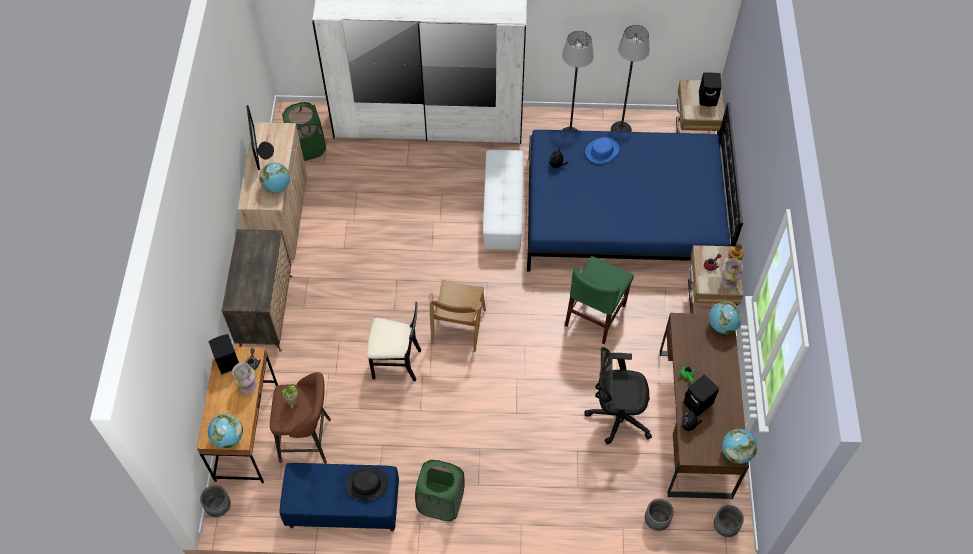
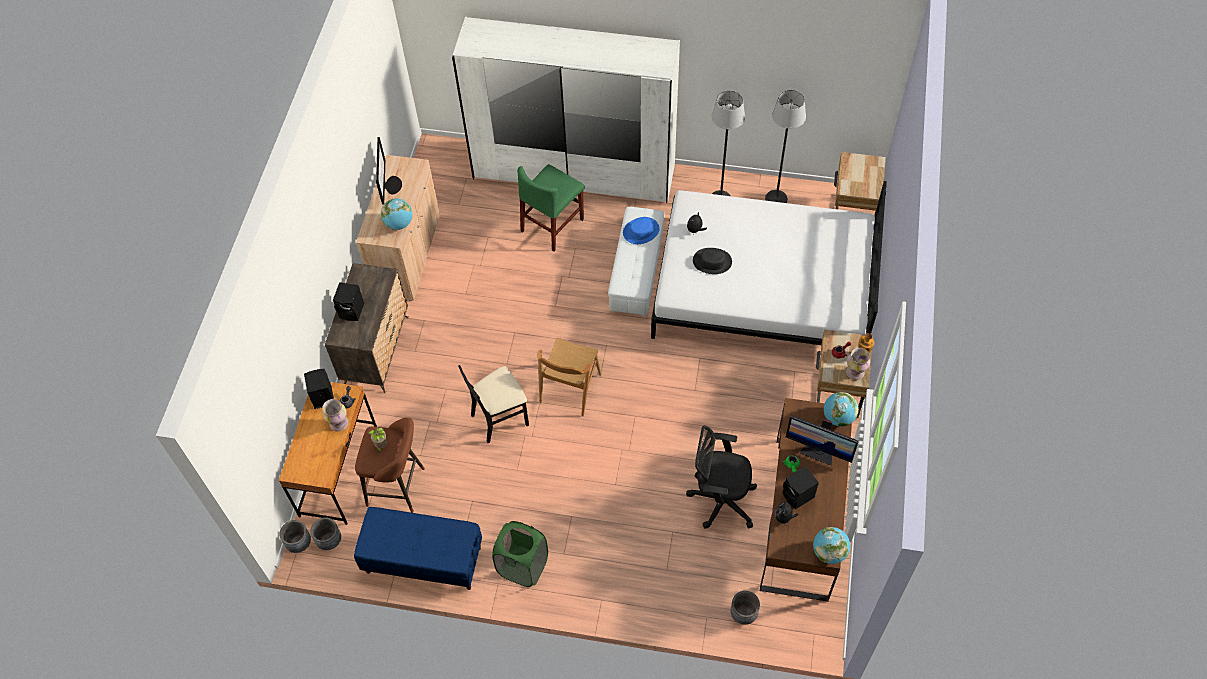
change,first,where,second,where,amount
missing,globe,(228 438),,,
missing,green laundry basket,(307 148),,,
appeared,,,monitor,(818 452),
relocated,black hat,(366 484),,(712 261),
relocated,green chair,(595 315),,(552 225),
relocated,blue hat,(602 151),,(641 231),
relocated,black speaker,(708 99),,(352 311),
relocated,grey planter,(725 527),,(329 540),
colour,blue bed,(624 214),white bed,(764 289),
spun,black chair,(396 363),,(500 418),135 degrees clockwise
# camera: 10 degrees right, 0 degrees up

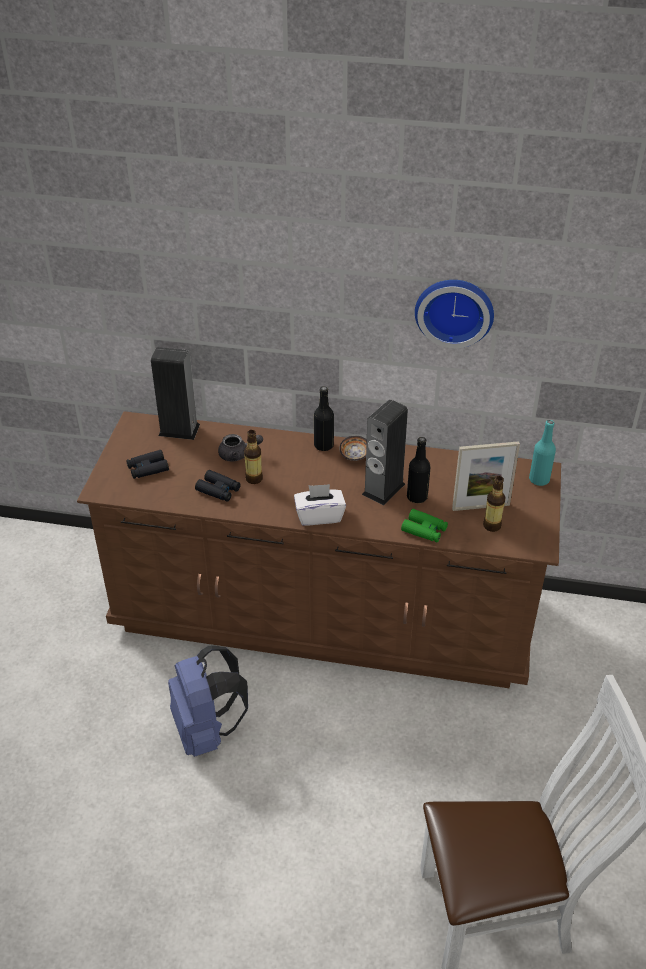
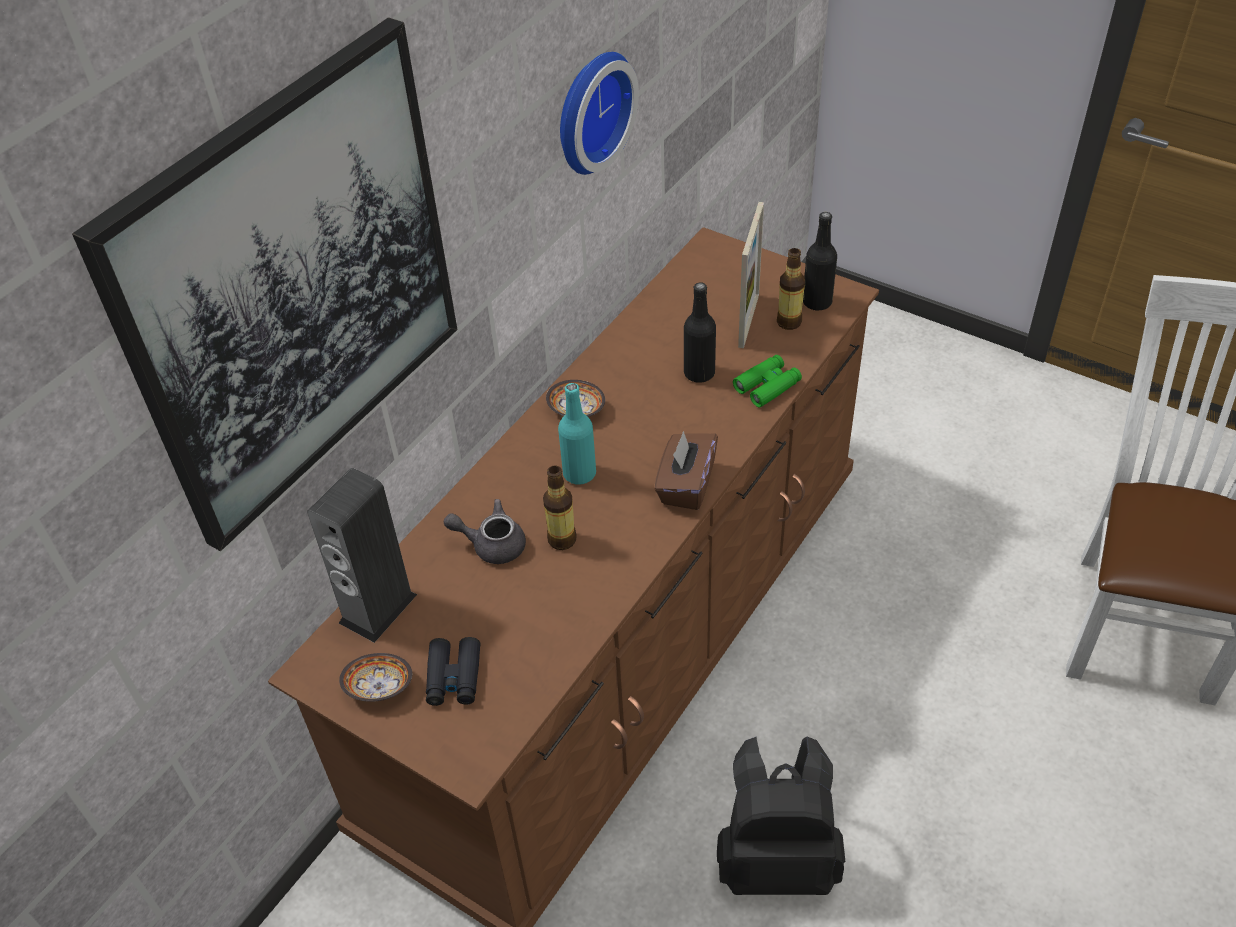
change,first,where,second,where,amount
missing,black binoculars,(218 490),,,
missing,speaker,(383 489),,,
appeared,,,picture,(295 287),
appeared,,,bowl,(379 687),
relocated,black bottle,(323 445),,(817 302),
relocated,turquoise bottle,(539 480),,(579 473),
colour,blue backpack,(207 730),black backpack,(777 859),
colour,white tissue box,(319 516),brown tissue box,(686 485),
spun,grey teapot,(238 454),,(492 544),105 degrees counterclockwise
# camera: 65 degrees left, 5 degrees up

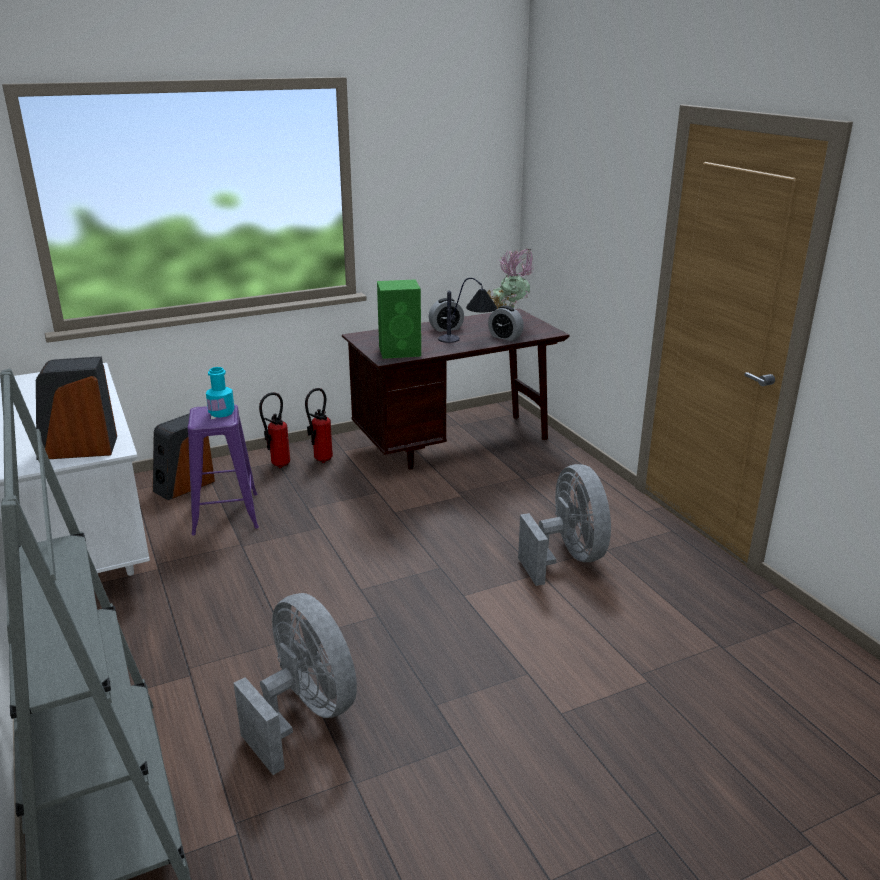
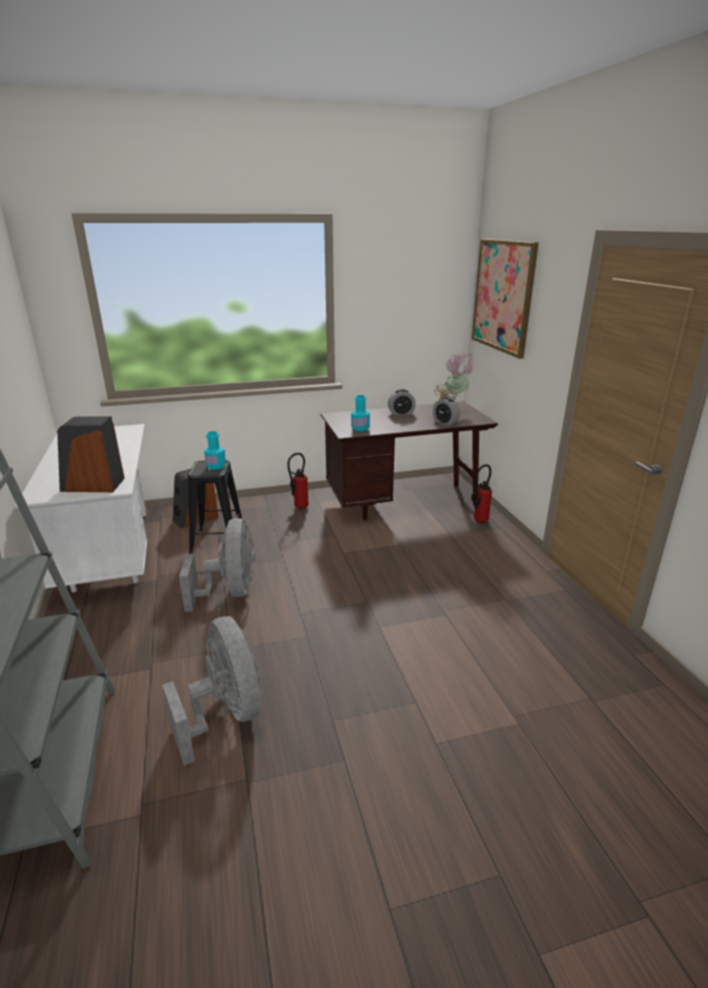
change,first,where,second,where,amount
missing,table lamp,(468 342),,,
appeared,,,picture,(503 296),
relocated,fire extinguisher,(277 465),,(478 521),
relocated,grey fan,(567 558),,(231 592),
exchanged,green speaker,(401 351),turquoise bottle,(360 428),
colour,purple stool,(225 513),black stool,(218 542),
# camera: 10 degrees right, 0 degrees up

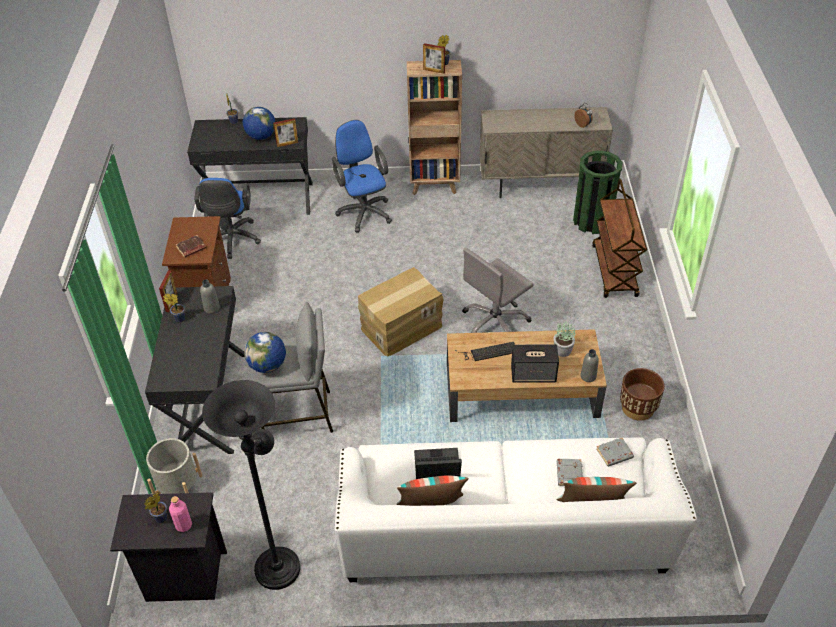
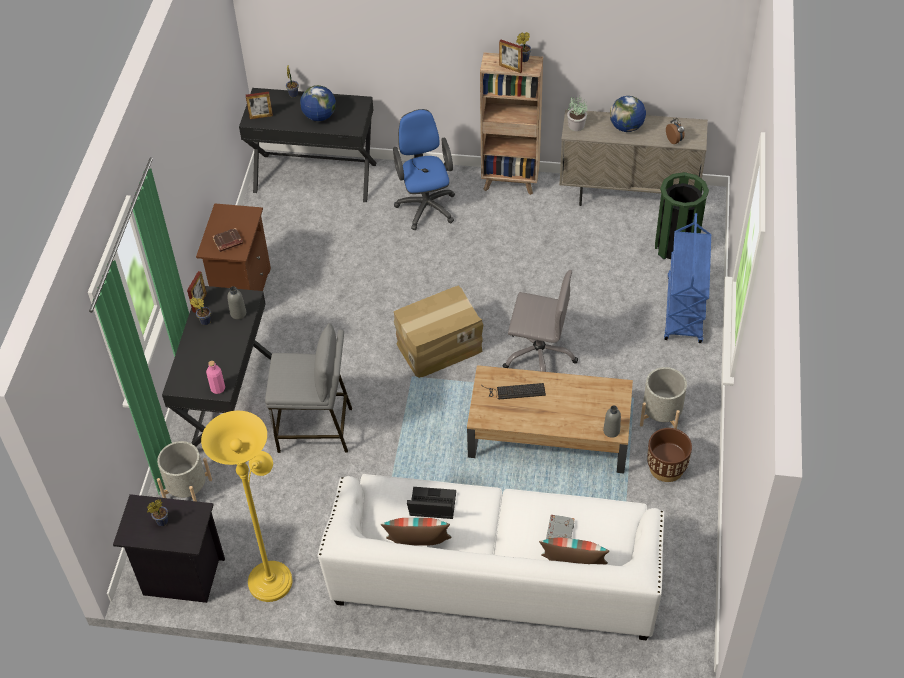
change,first,where,second,where,amount
missing,blue office chair,(232 241),,,
missing,speaker,(533 374),,,
missing,grey book,(614 454),,,
appeared,,,grey planter,(661 416),
relocated,pink bottle,(184 525),,(218 388),
relocated,globe,(267 366),,(626 127),
relocated,picture frame,(287 144),,(261 116),
relocated,potted plant,(562 350),,(576 125),
colour,black floor lamp,(277 563),yellow floor lamp,(271 576),
colour,brown cart,(614 271),blue cart,(684 310),
spun,grey office chair,(495 324),,(539 355),135 degrees counterclockwise
# camera: 10 degrees right, 5 degrees up

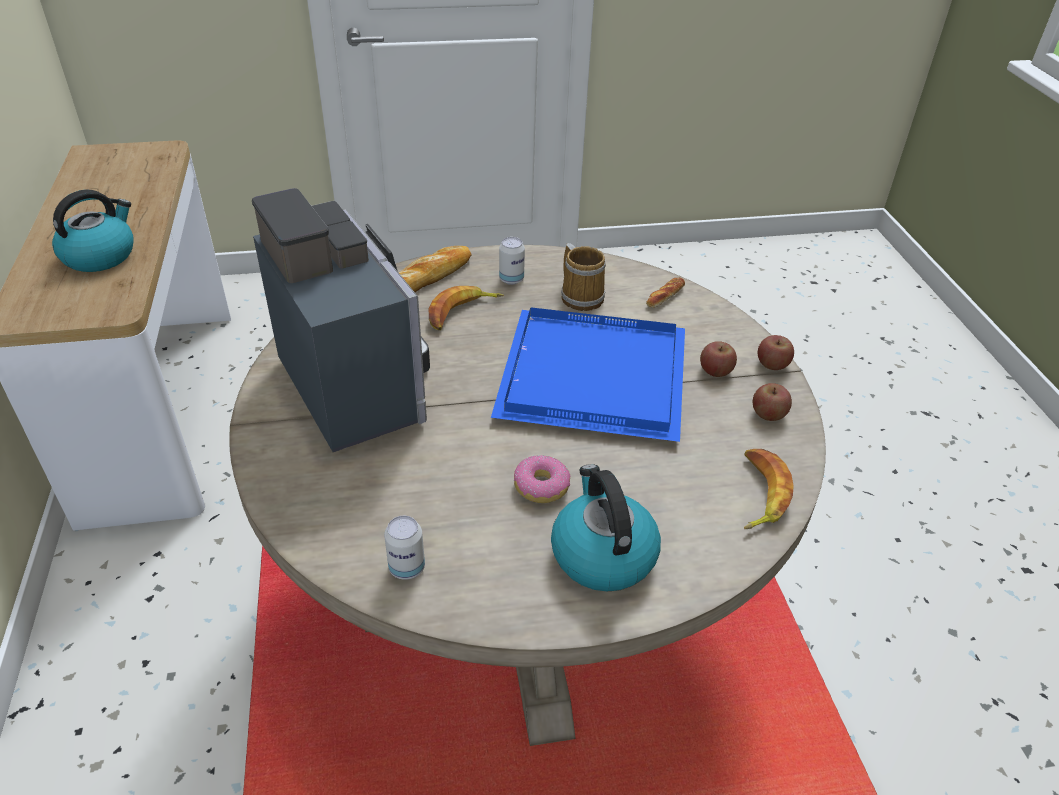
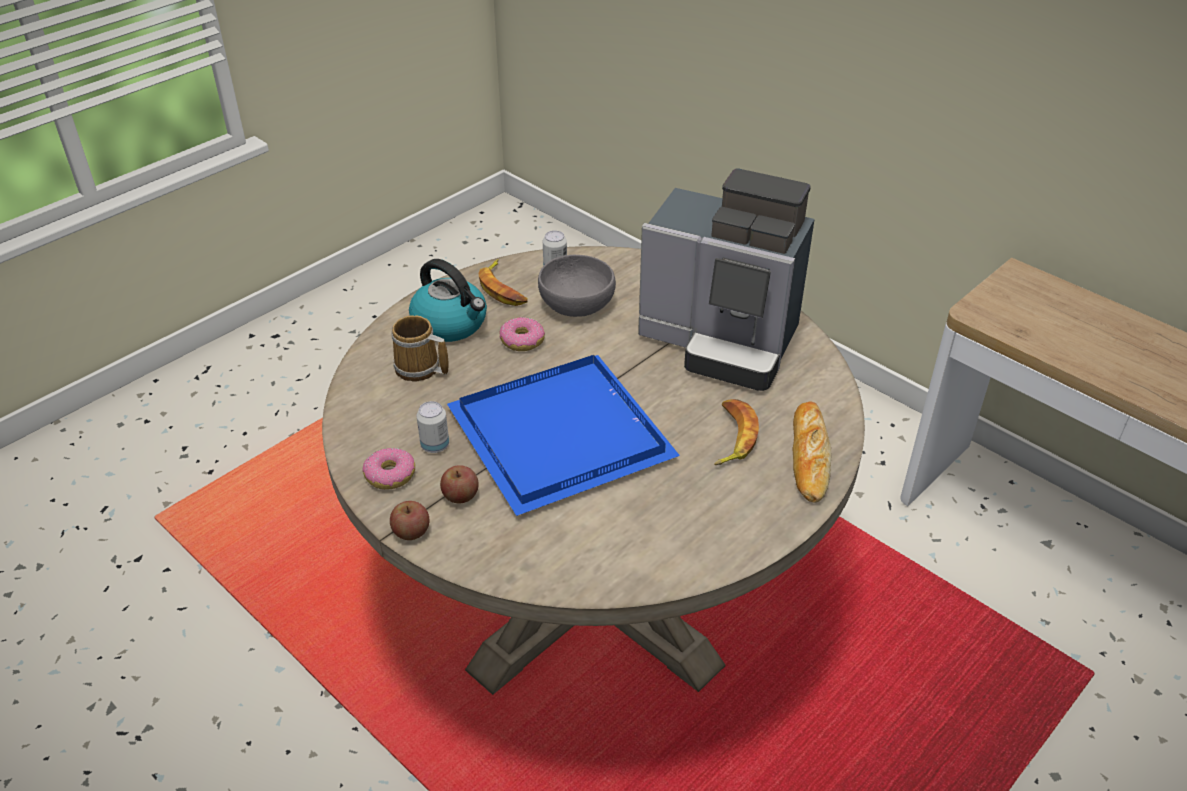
change,first,where,second,where,amount
missing,kettle,(100 255),,,
missing,bread,(665 296),,,
appeared,,,grey bowl,(576 305),
relocated,can,(511 279),,(435 446),
relocated,mug,(582 296),,(419 369),
relocated,banana,(759 493),,(503 289),
exchanged,apple,(768 414),donut,(390 475),
# camera: 145 degrees right, 0 degrees up

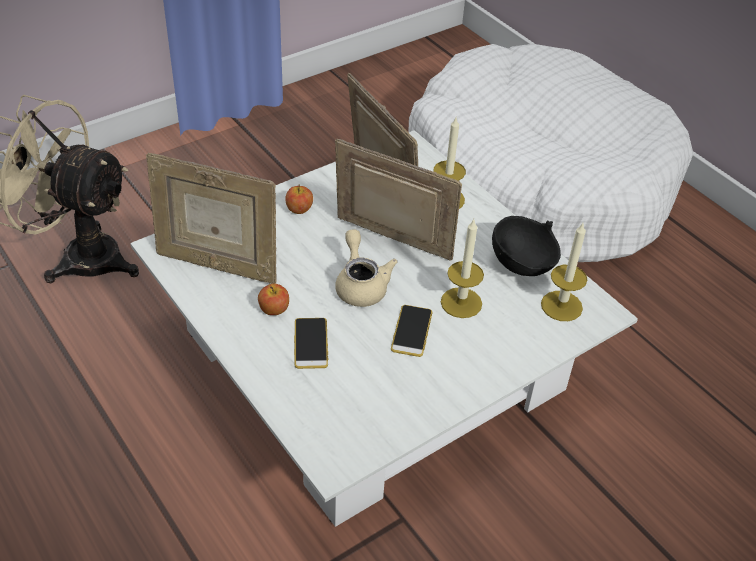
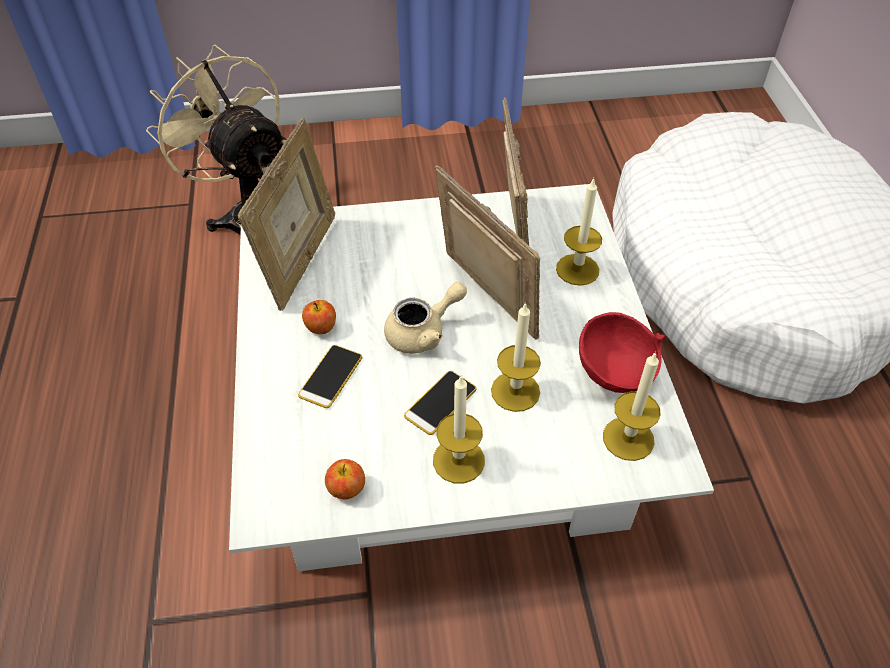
change,first,where,second,where,amount
appeared,,,candle,(458 460),
relocated,apple,(299 209),,(346 489),
colour,black bowl,(523 264),red bowl,(615 373),
spun,picture frame,(217 264),,(301 262),120 degrees counterclockwise
spun,beige teapot,(361 284),,(423 332),45 degrees clockwise
# camera: 30 degrees right, 5 degrees up

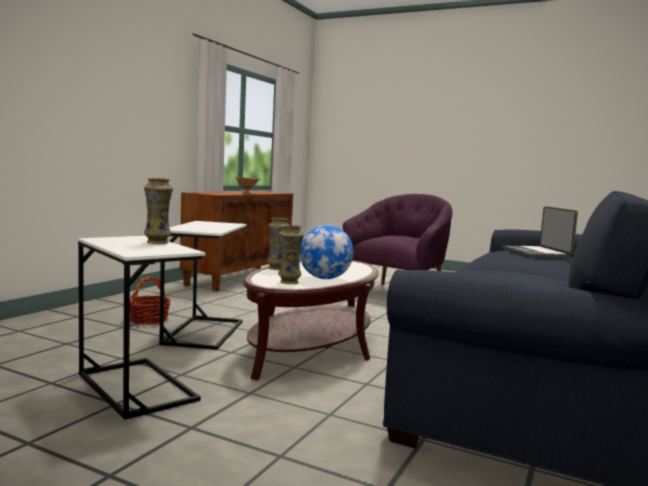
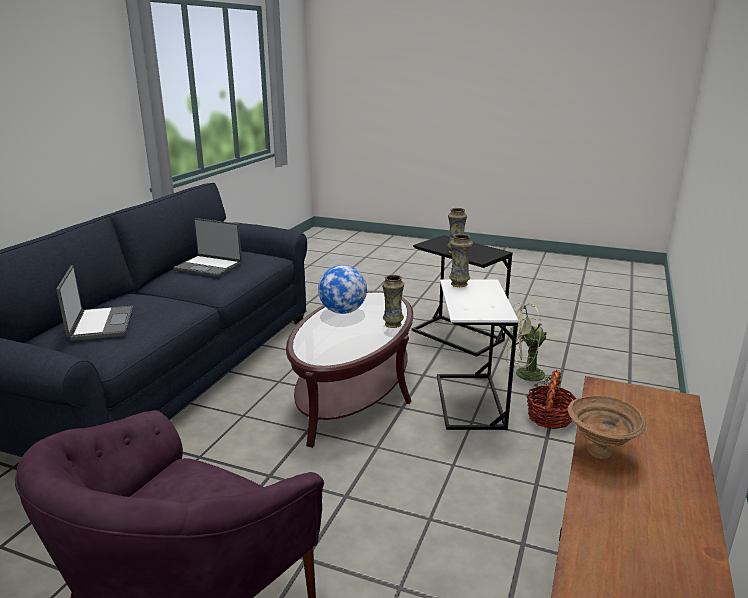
change,first,where,second,where,amount
appeared,,,laptop,(209 267),
appeared,,,green fan,(523 376),
relocated,vase,(289 282),,(459 284),
colour,white side table,(136 387),black side table,(457 335),
# camera: 175 degrees right, 15 degrees up

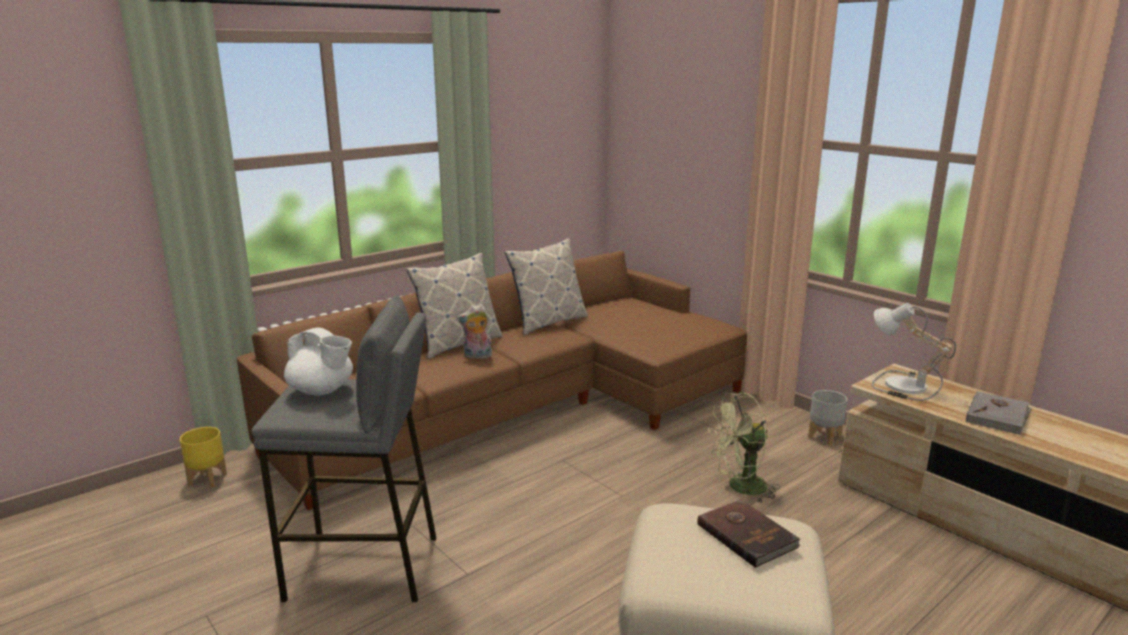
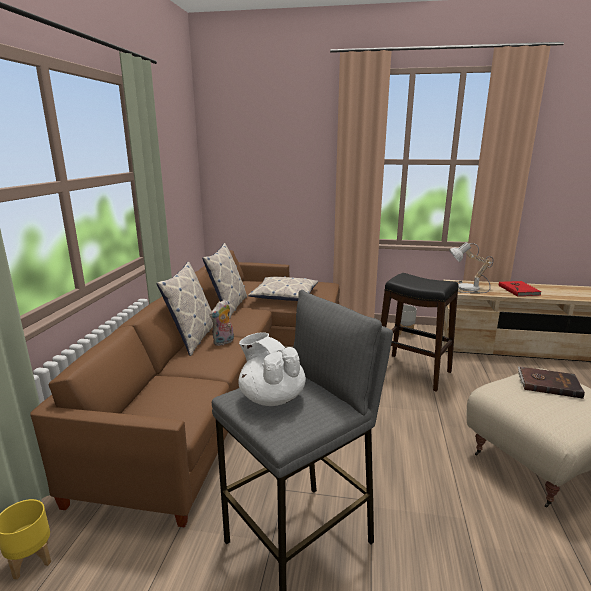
change,first,where,second,where,amount
appeared,,,pillow,(284 295),
exchanged,green fan,(740 488),black stool,(413 372),
colour,grey book,(998 416),red book,(519 290),
spun,white teapot,(322 391),,(271 397),120 degrees counterclockwise
# camera: 40 degrees left, 0 degrees up

